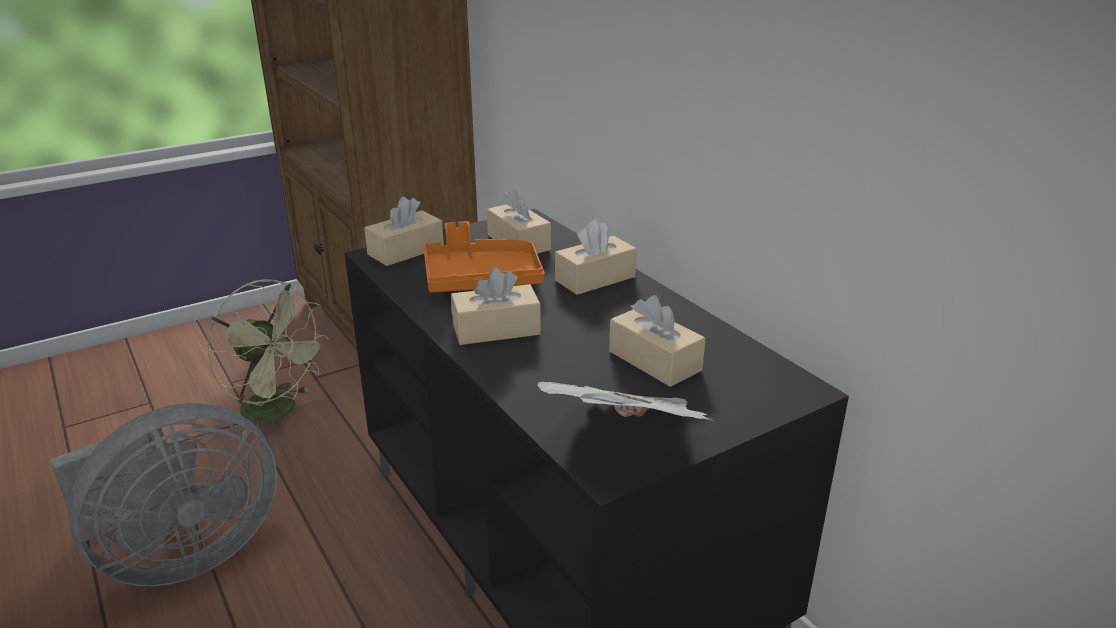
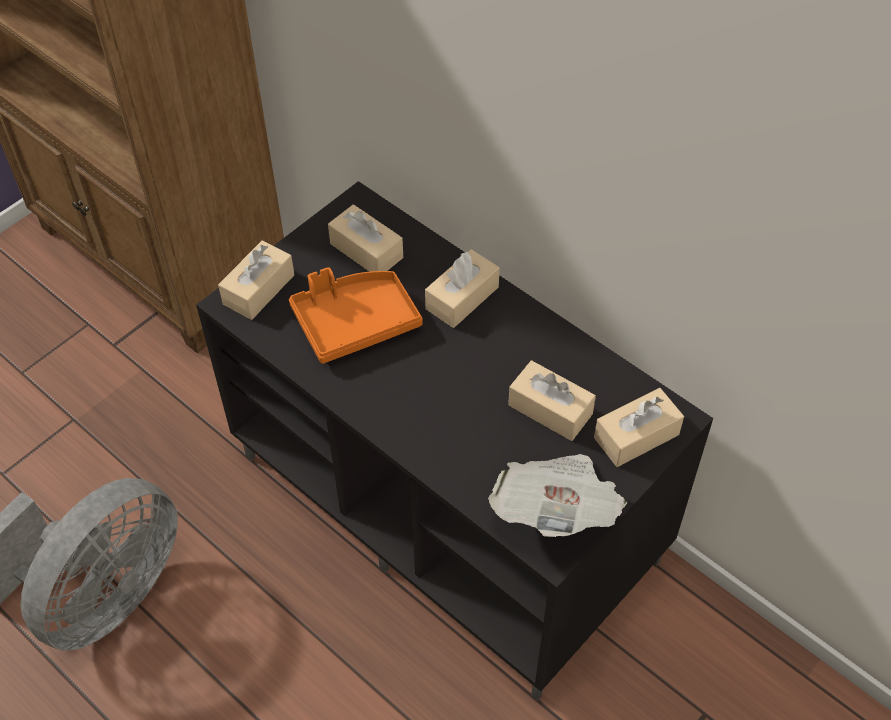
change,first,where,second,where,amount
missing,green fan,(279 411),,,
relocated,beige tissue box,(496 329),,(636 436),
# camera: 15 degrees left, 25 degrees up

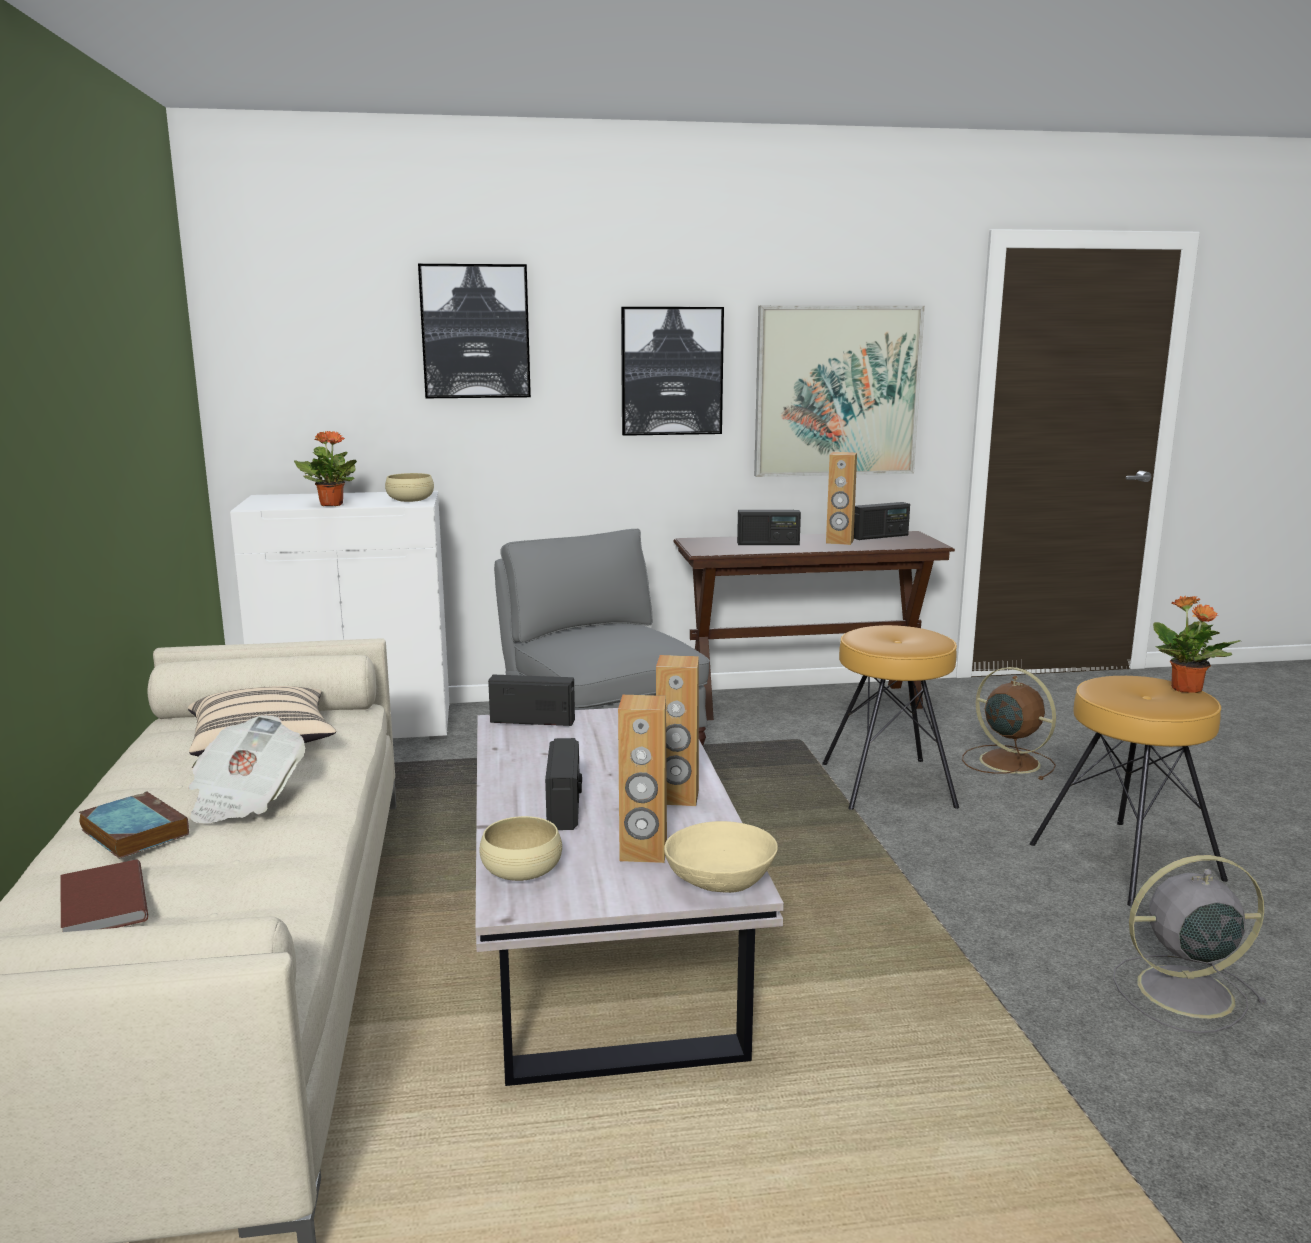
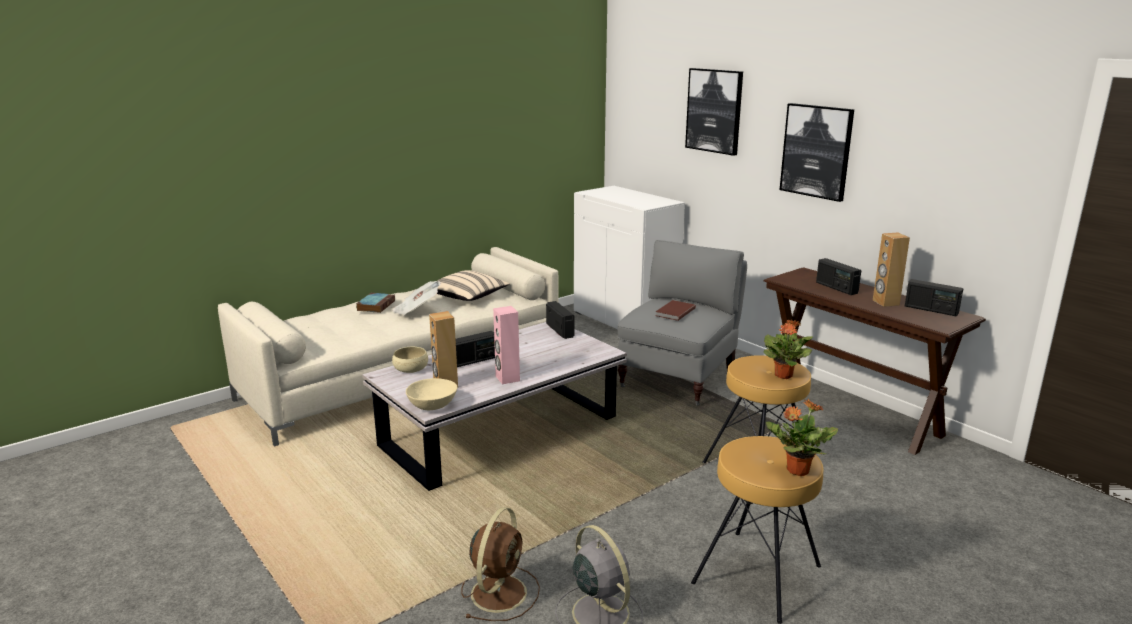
change,first,where,second,where,amount
missing,beige bowl,(410 499),,,
missing,picture,(837 391),,,
relocated,brown book,(100 904),,(674 312),
relocated,potted plant,(331 504),,(784 375),
relocated,brown fan,(1007 761),,(500 591),
colour,brown speaker,(677 797),pink speaker,(507 378),
# camera: 60 degrees right, 5 degrees up

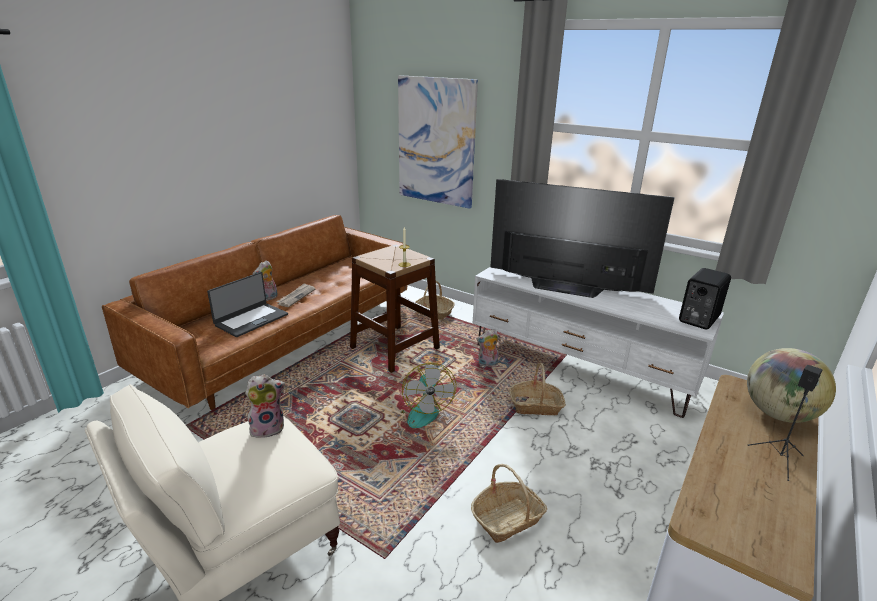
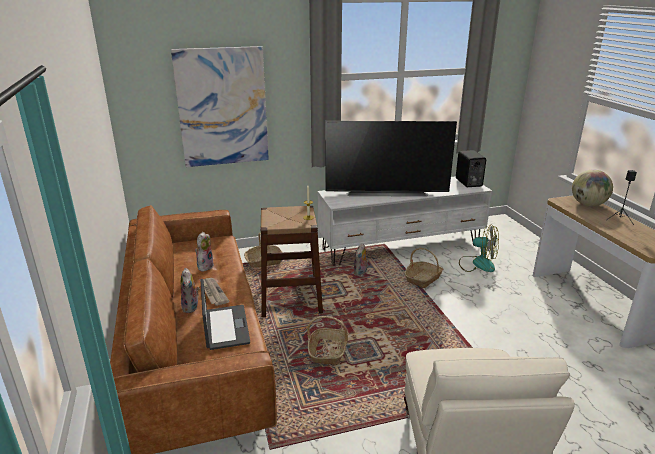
change,first,where,second,where,amount
relocated,plush toy,(268 428),,(205 266),
relocated,fan,(421 411),,(477 263),
relocated,basket,(507 519),,(328 351),
spun,television,(566 285),,(386 192),150 degrees counterclockwise
# camera: 50 degrees left, 0 degrees up

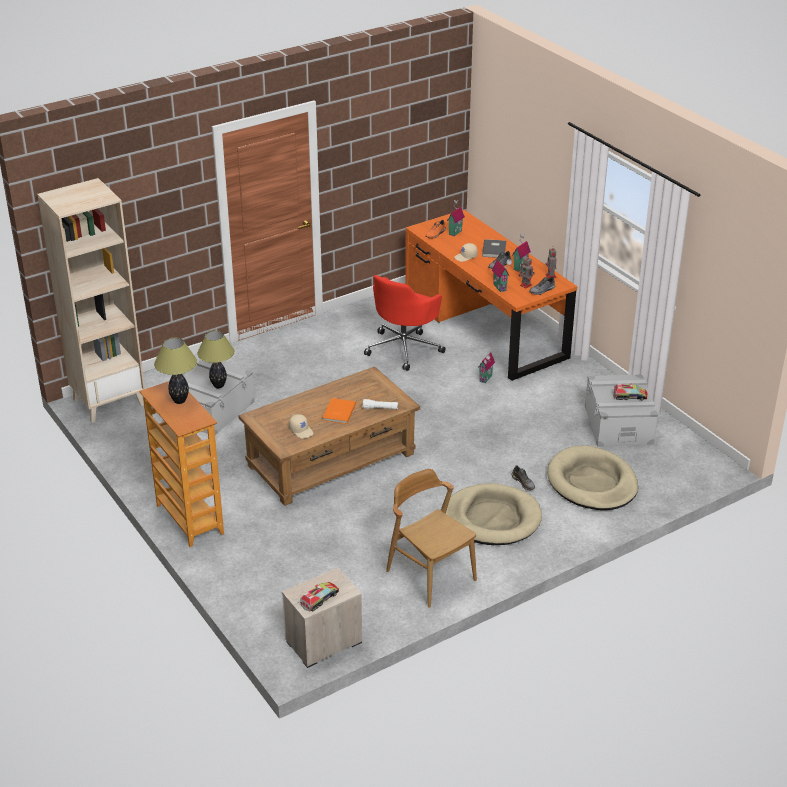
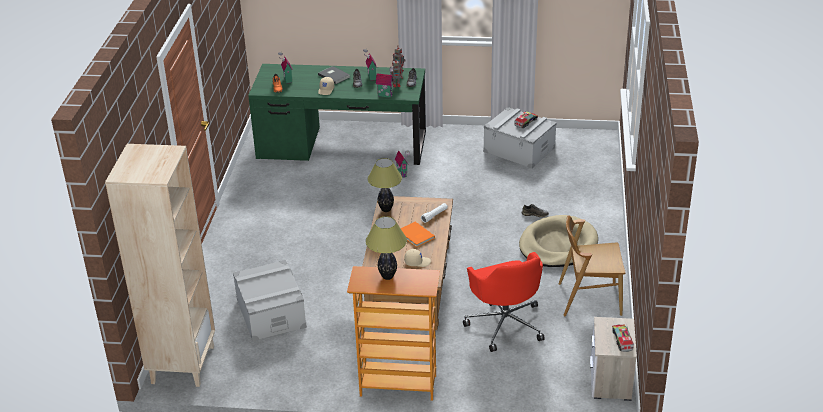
change,first,where,second,where,amount
missing,beige dog bed,(592 482),,,
relocated,table lamp,(218 385),,(385 209),
relocated,red office chair,(404 348),,(505 324),
colour,orange desk,(485 327),green desk,(342 145),
# camera: 50 degrees left, 0 degrees up

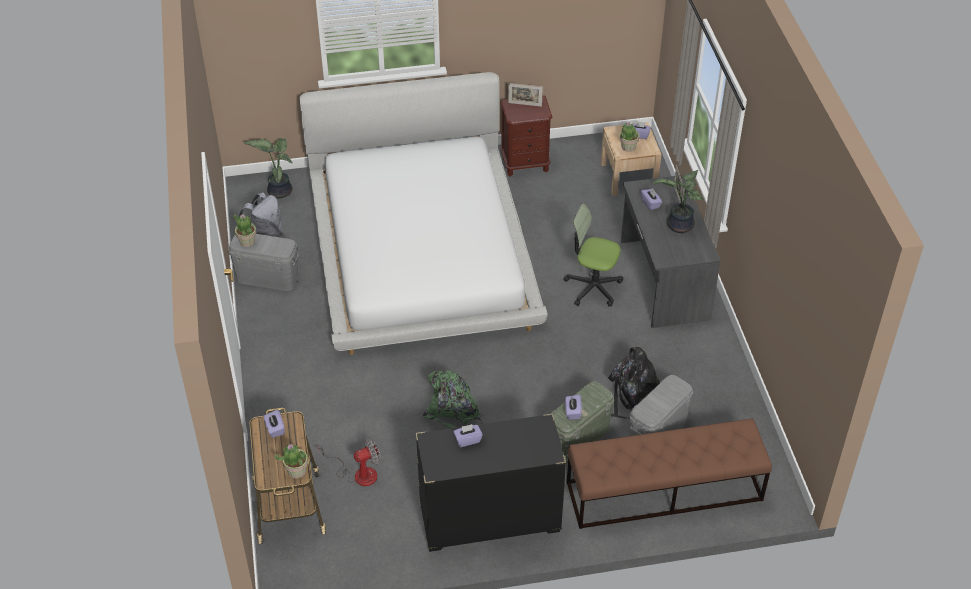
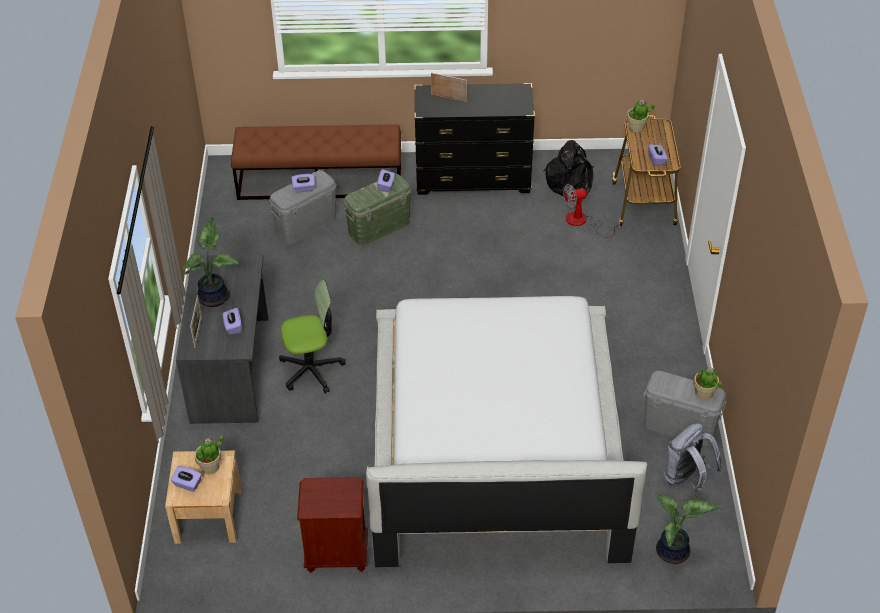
change,first,where,second,where,amount
missing,green backpack,(454 413),,,
relocated,purple tissue box,(467 440),,(304 188),
relocated,picture frame,(525 104),,(448 97),
relocated,black backpack,(632 395),,(570 181),
spun,office chair,(593 287),,(311 370),45 degrees counterclockwise
# camera: 170 degrees left, 0 degrees up

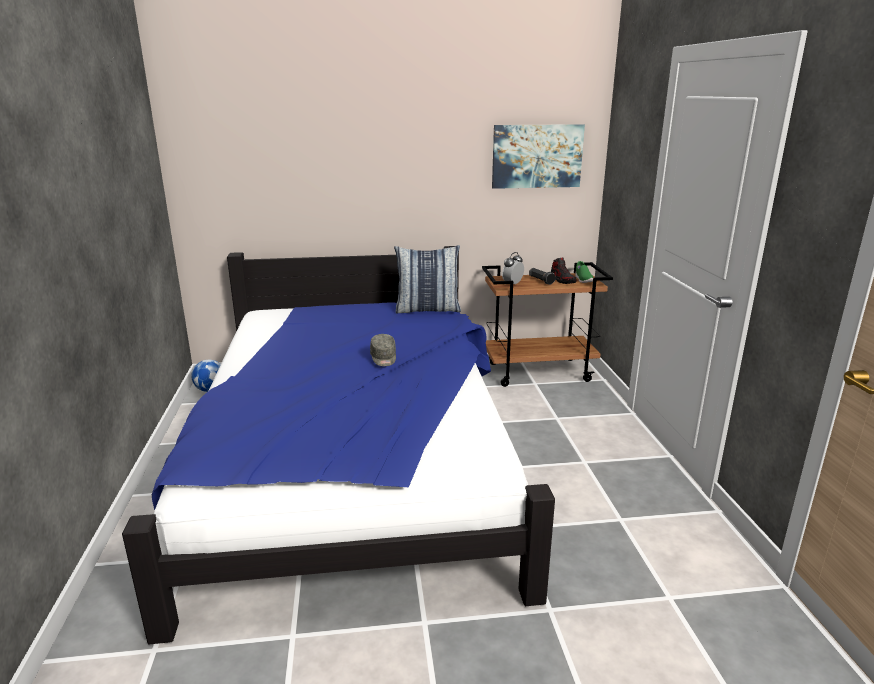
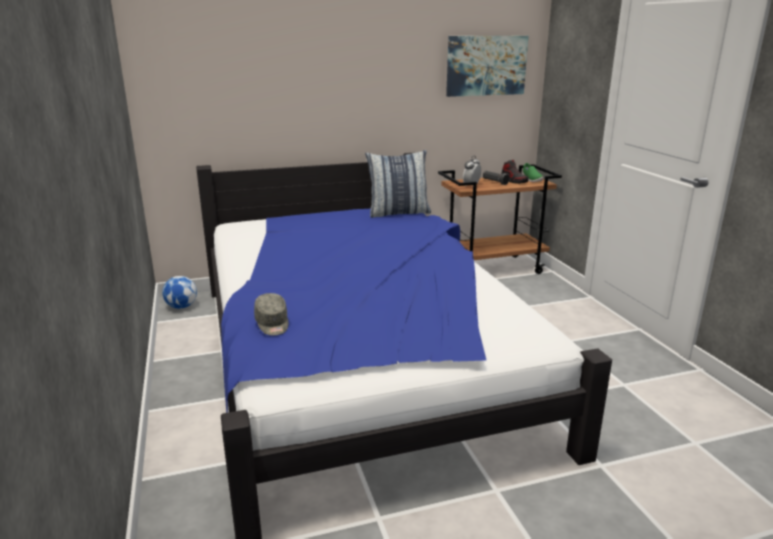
change,first,where,second,where,amount
relocated,grey cap,(383 358),,(272 324),
# camera: 10 degrees left, 0 degrees up

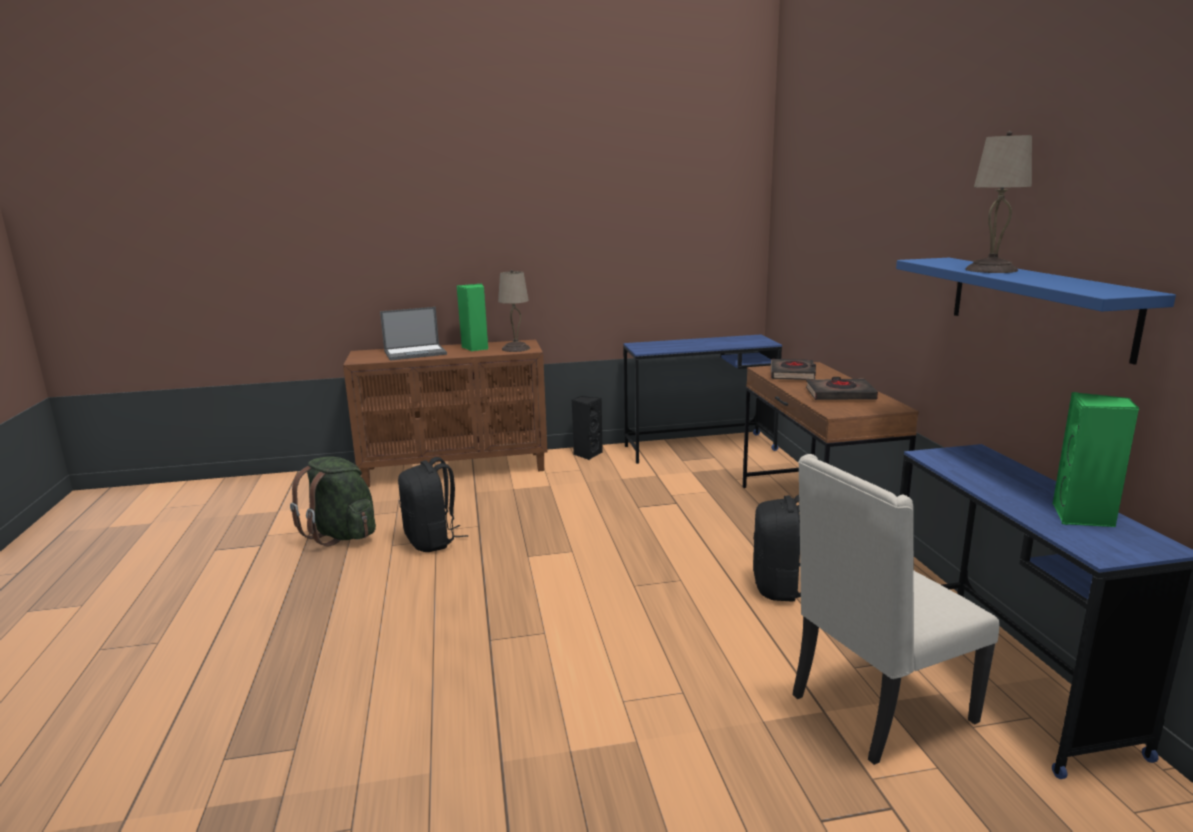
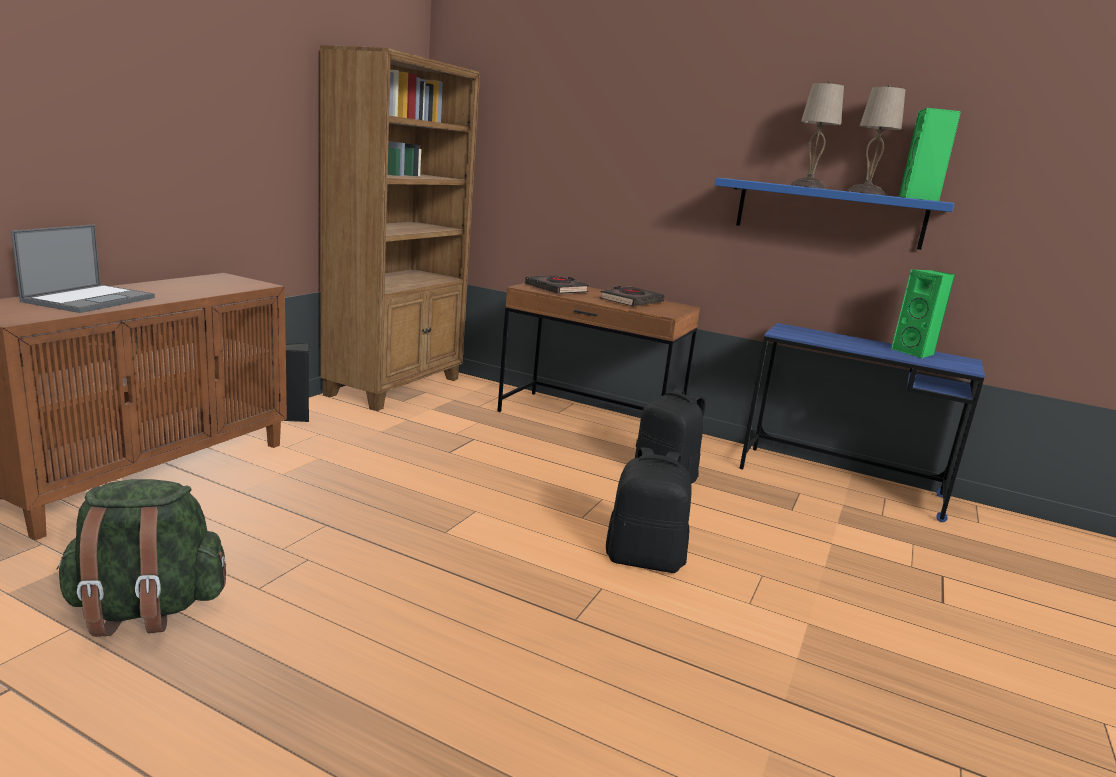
change,first,where,second,where,amount
missing,beige chair,(878 709),,,
relocated,black backpack,(432 541),,(645 559),
relocated,green speaker,(476 348),,(918 198),
relocated,beige table lamp,(515 348),,(866 193),
exchanged,blue desk,(699 448),brown bookcase,(396 386),
# camera: 55 degrees left, 0 degrees up

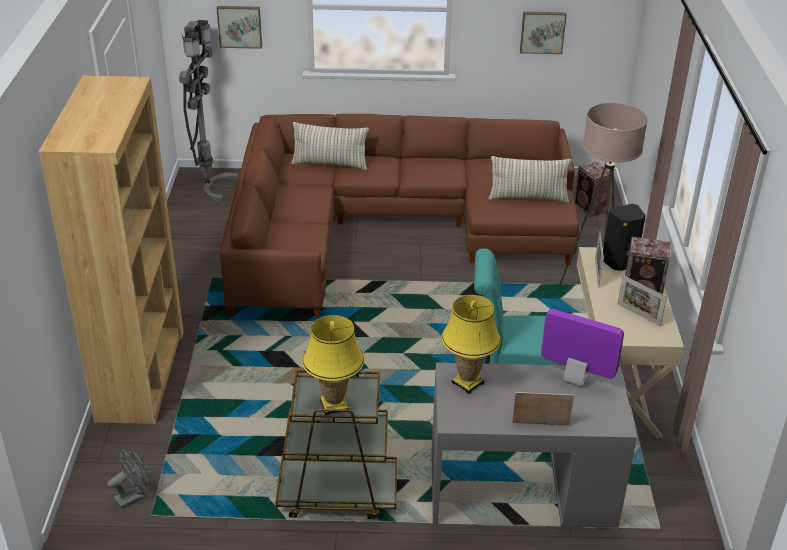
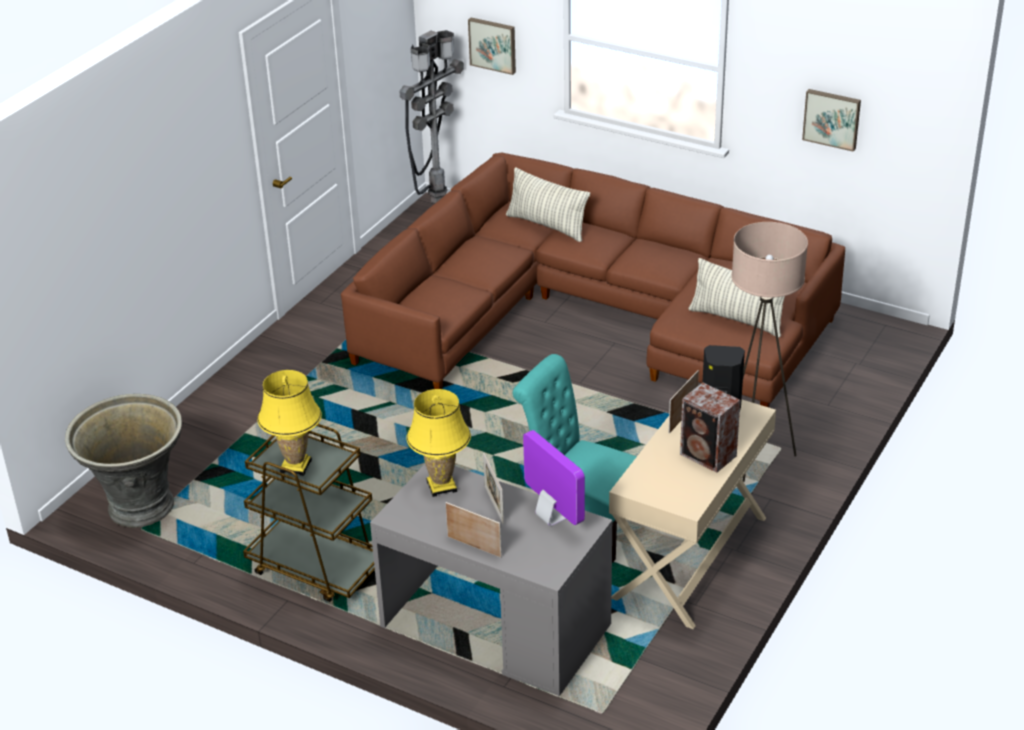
change,first,where,second,where,amount
missing,brown bookcase,(141 374),,,
missing,speaker,(590 208),,,
relocated,picture frame,(639 315),,(494 505),
exchanged,grey fan,(133 496),grey planter,(139 507),
# camera: 30 degrees right, 0 degrees up

